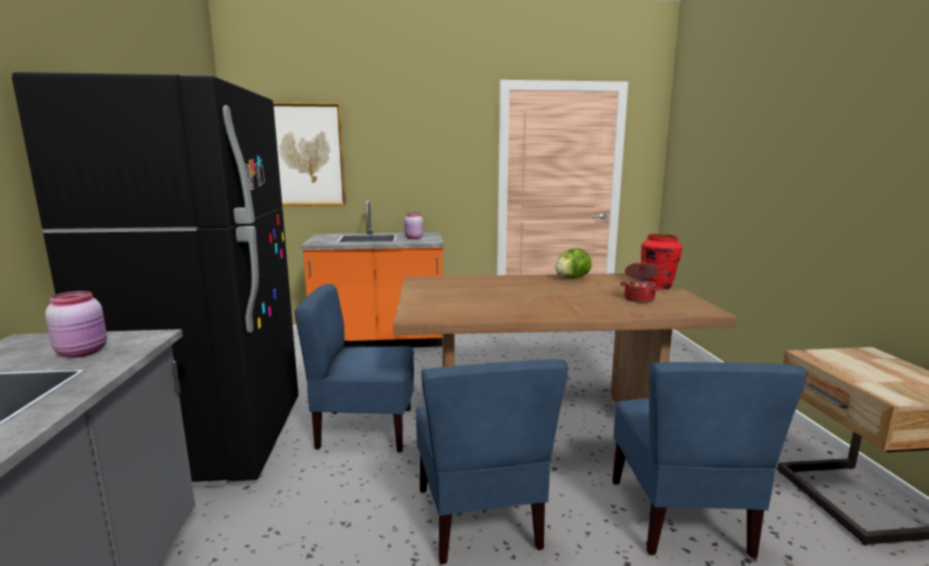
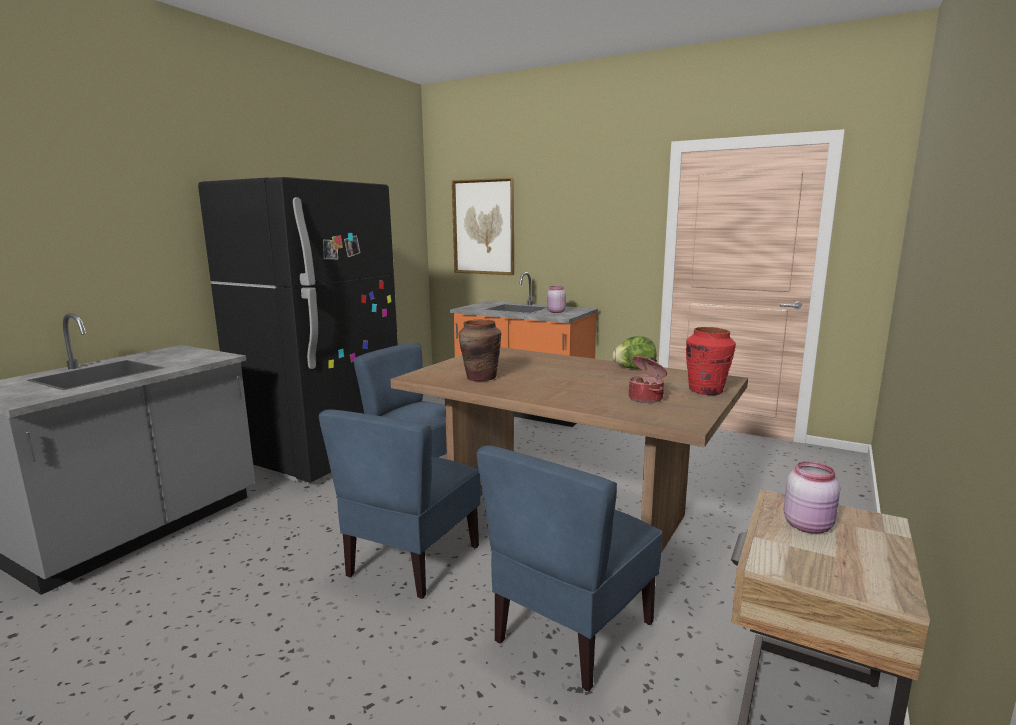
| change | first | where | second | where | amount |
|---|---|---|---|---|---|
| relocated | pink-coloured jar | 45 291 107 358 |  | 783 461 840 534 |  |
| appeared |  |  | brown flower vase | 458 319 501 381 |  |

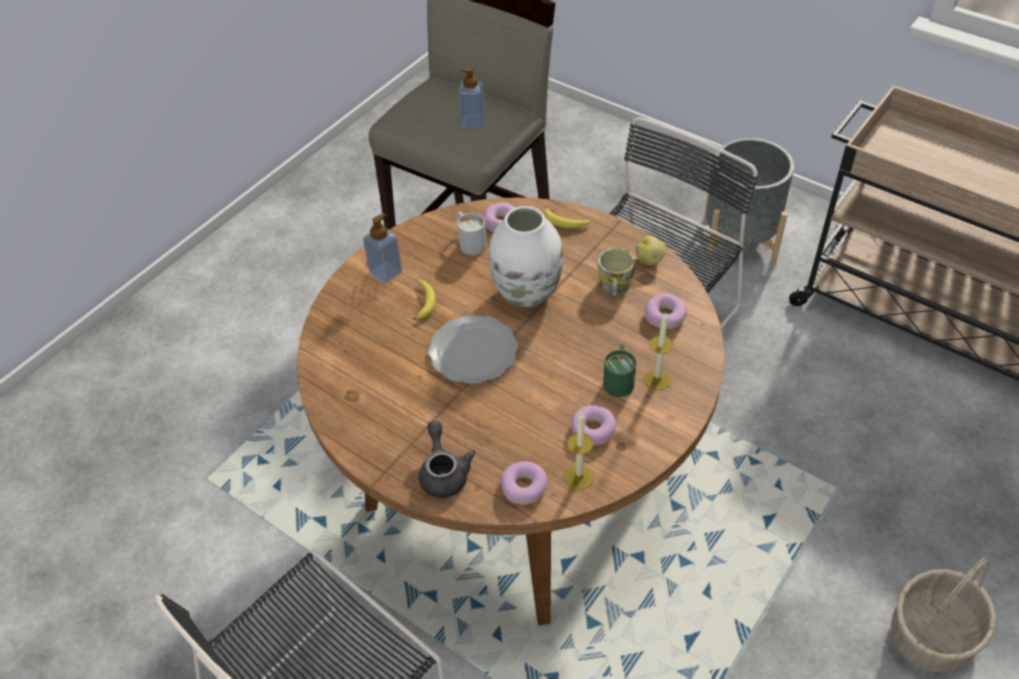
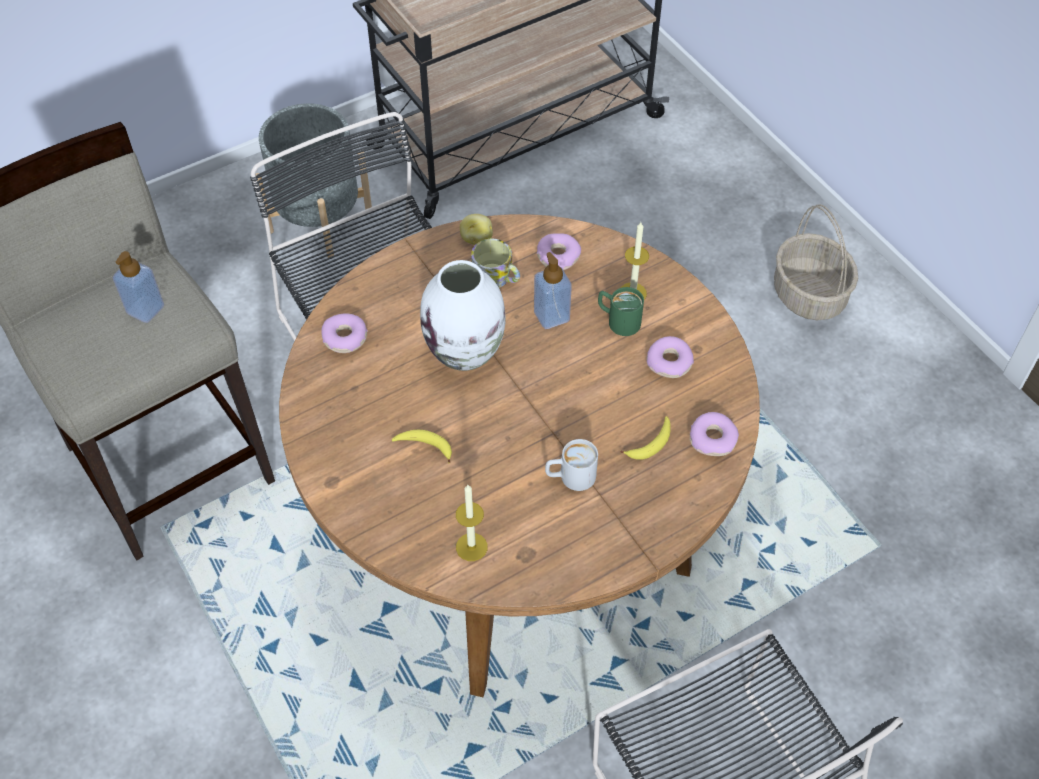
| change | first | where | second | where | amount |
|---|---|---|---|---|---|
| relocated | liquid soap bottle | 363 213 402 284 |  | 534 252 572 329 |  |
| missing | grey teapot | 419 421 476 498 |  |  |  |
| missing | plate | 428 315 518 384 |  |  |  |
| relocated | whitish tea mug | 457 212 487 255 |  | 545 439 598 491 |  |
| relocated | banana | 544 206 591 228 |  | 620 416 671 460 |  |
| relocated | wax light | 565 413 594 490 |  | 456 485 488 561 |  |

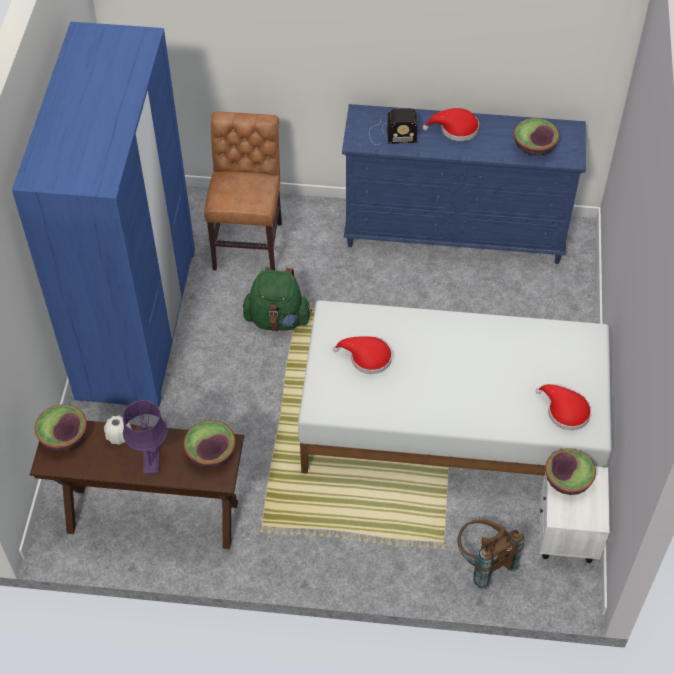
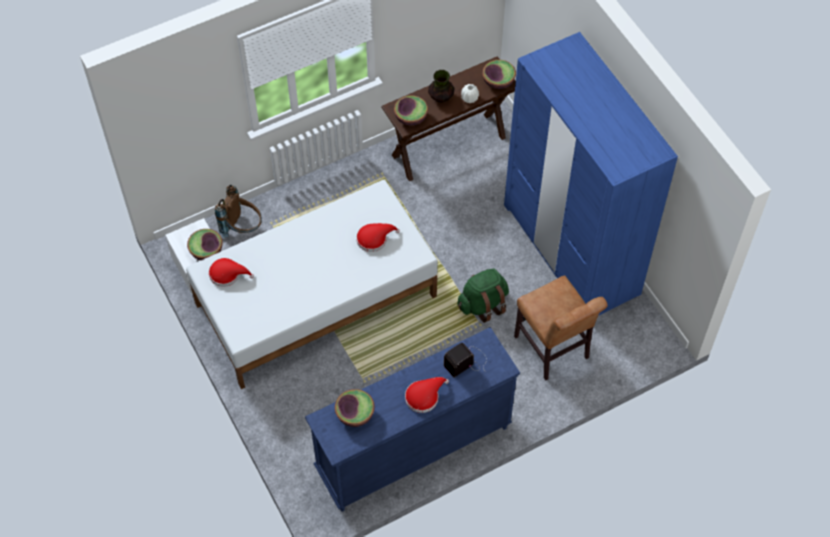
| change | first | where | second | where | amount |
|---|---|---|---|---|---|
| exchanged | purple-coloured tabletop lamp | 122 400 168 474 | flower vase | 428 70 455 103 |  |

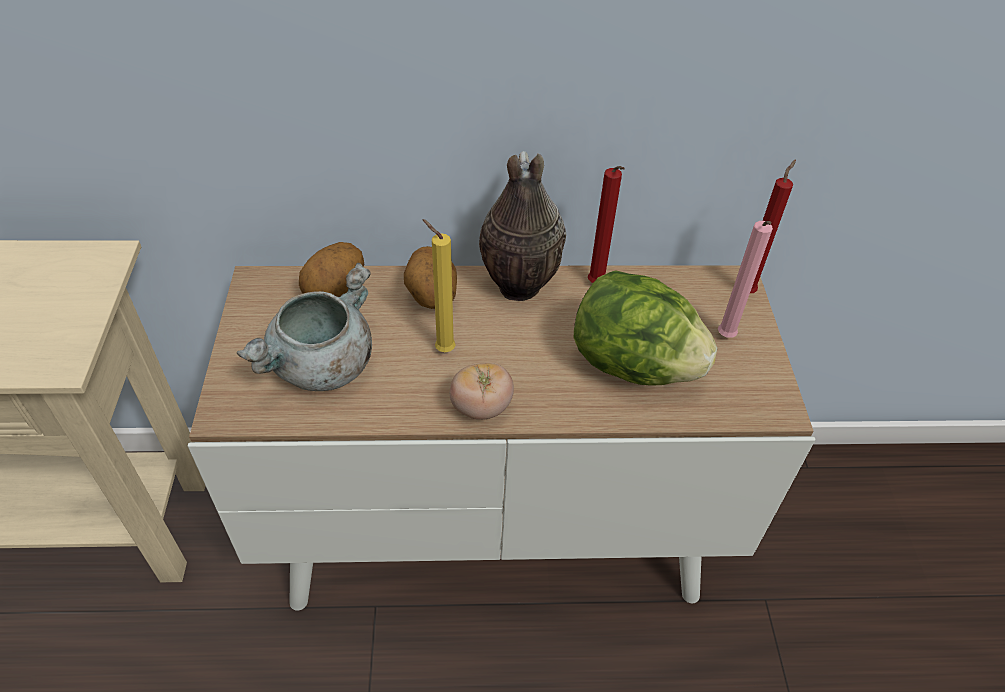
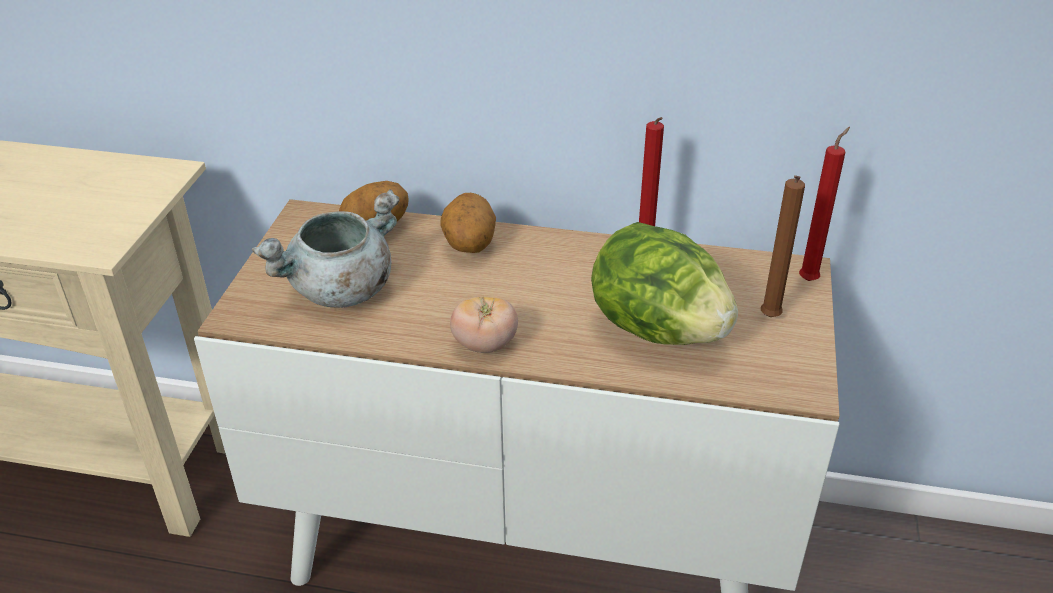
| change | first | where | second | where | amount |
|---|---|---|---|---|---|
| missing | yellow wax light | 422 219 456 352 |  |  |  |
| missing | flower vase | 479 151 566 301 |  |  |  |
| colour | pink-coloured wax light | 718 221 773 338 | brown wax light | 761 175 805 317 |  |

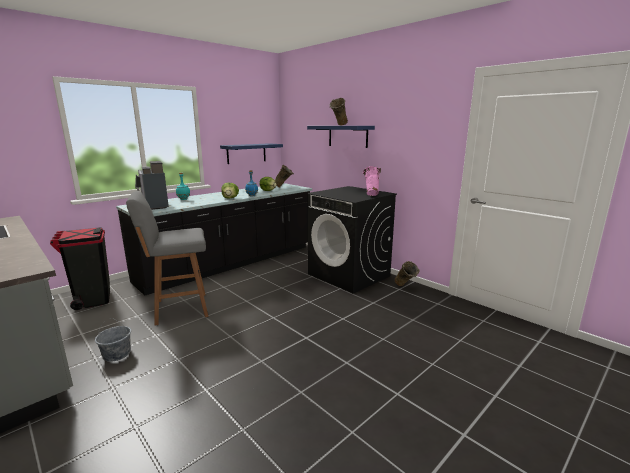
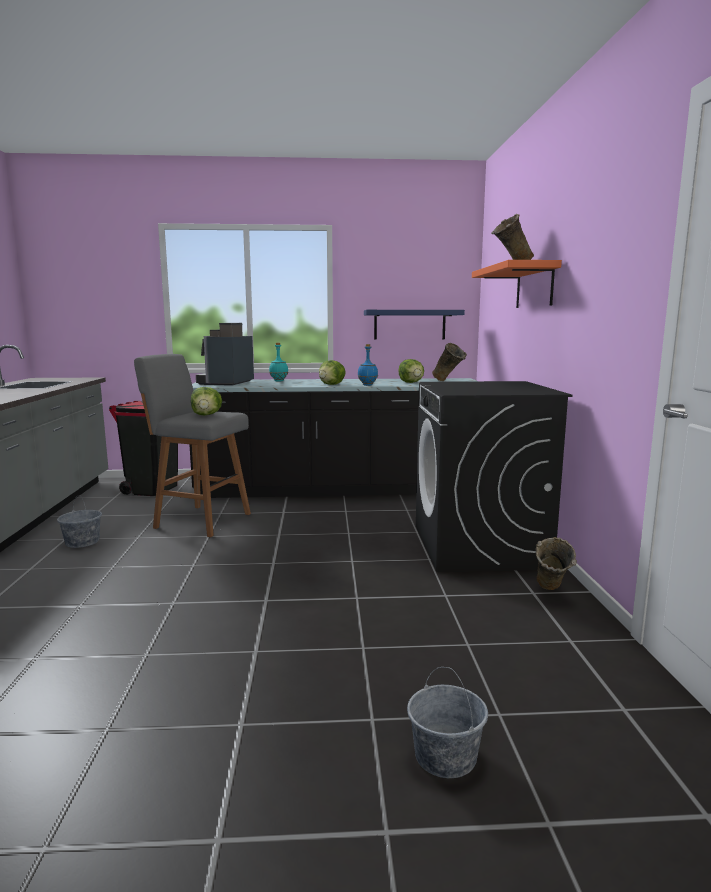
| change | first | where | second | where | amount |
|---|---|---|---|---|---|
| colour | blue-coloured wall shelf | 307 126 375 148 | orange-coloured wall shelf | 472 260 562 308 |  |
| missing | pink-coloured flower vase | 363 166 381 196 |  |  |  |
| appeared |  |  | lettuce head | 191 387 222 415 |  |
| appeared |  |  | grey pail | 407 667 488 778 |  |

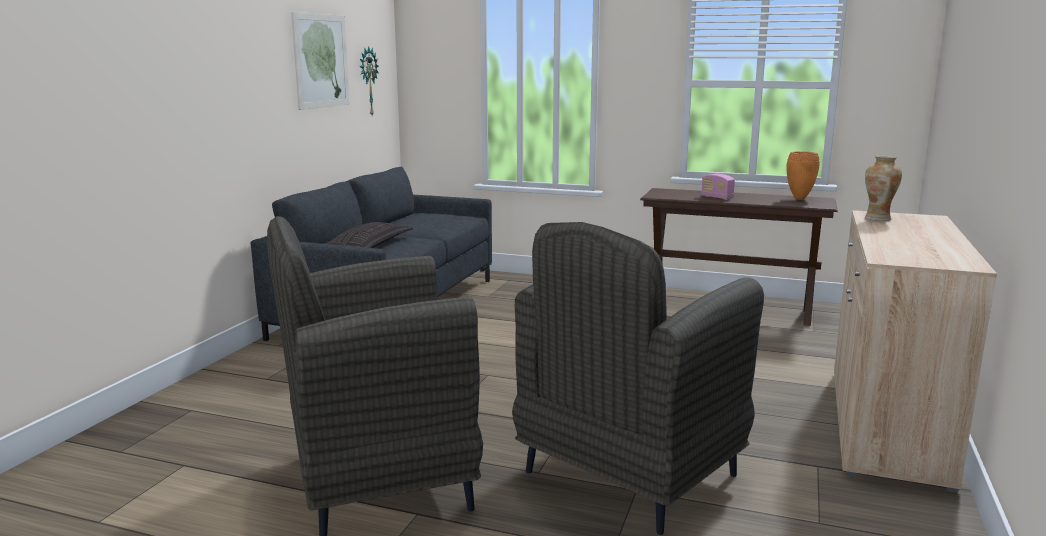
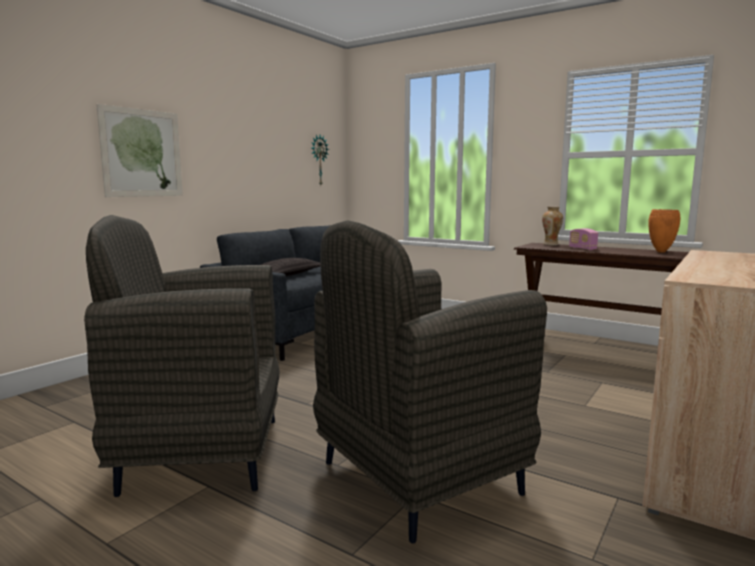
| change | first | where | second | where | amount |
|---|---|---|---|---|---|
| relocated | picture | 291 12 350 110 |  | 96 104 183 197 |  |
| relocated | flower vase | 865 156 902 221 |  | 542 207 563 245 |  |

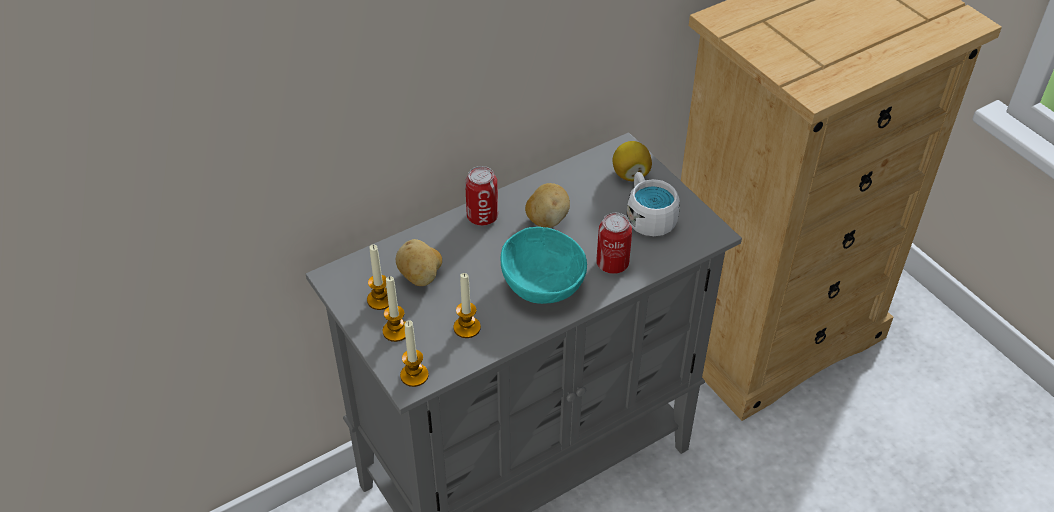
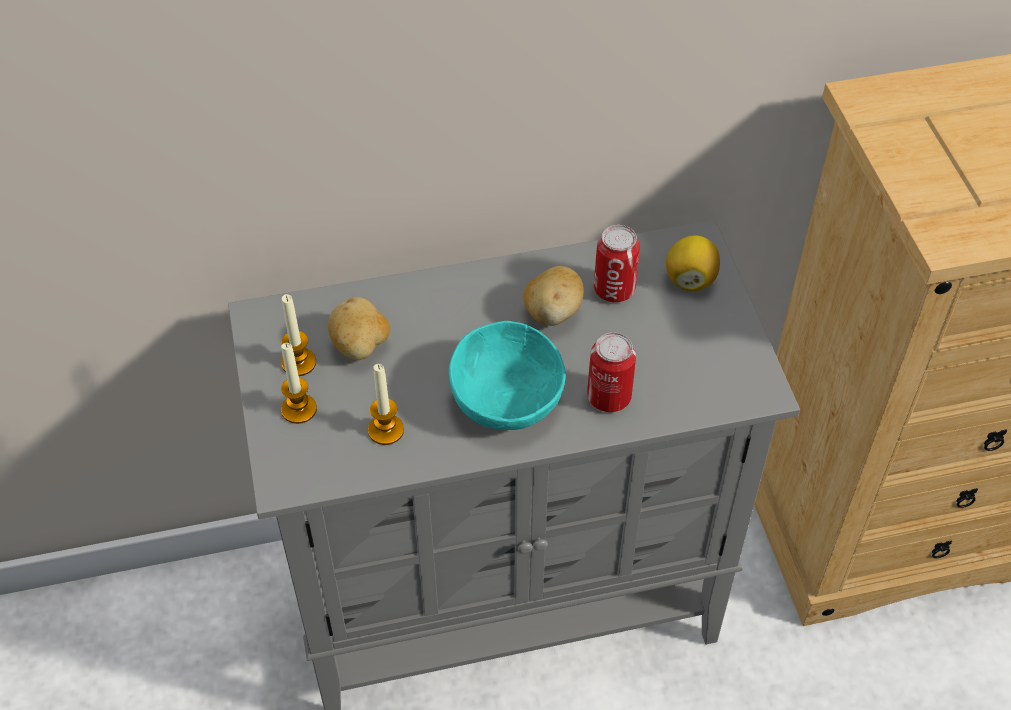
| change | first | where | second | where | amount |
|---|---|---|---|---|---|
| missing | wax light | 400 320 429 387 |  |  |  |
| relocated | can | 465 166 498 226 |  | 594 225 640 302 |  |
| missing | whitish tea mug | 627 172 680 236 |  |  |  |

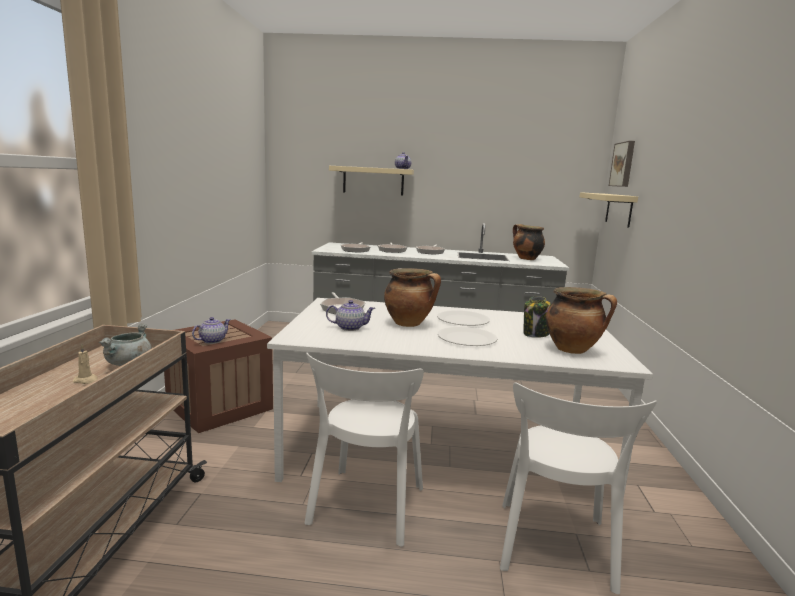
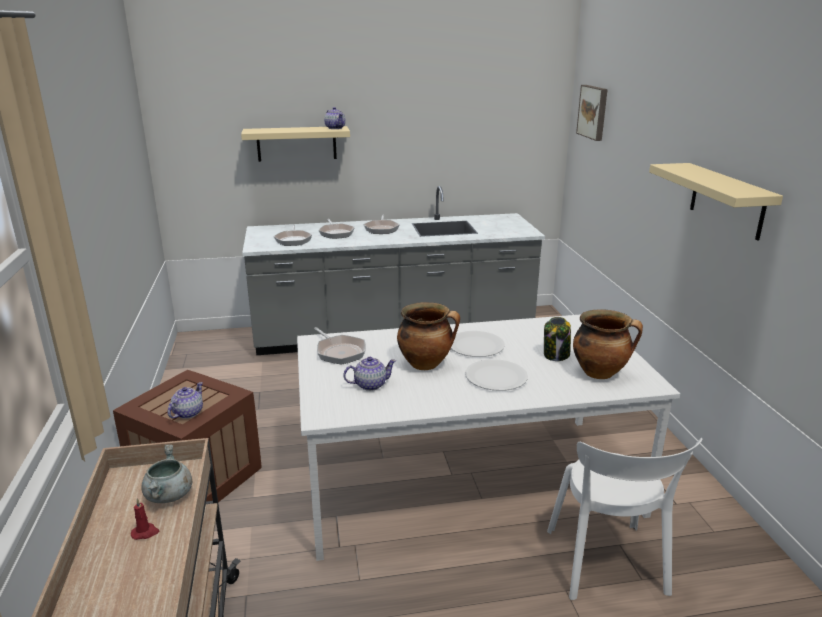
| change | first | where | second | where | amount |
|---|---|---|---|---|---|
| colour | beige wax light | 73 345 98 384 | red-coloured wax light | 131 498 159 540 |  |
| missing | whitish upright chair | 304 353 424 547 |  |  |  |
| missing | cooking pot | 513 224 545 260 |  |  |  |
| relocated | beige wall shelf | 579 192 638 228 |  | 649 163 783 241 |  |

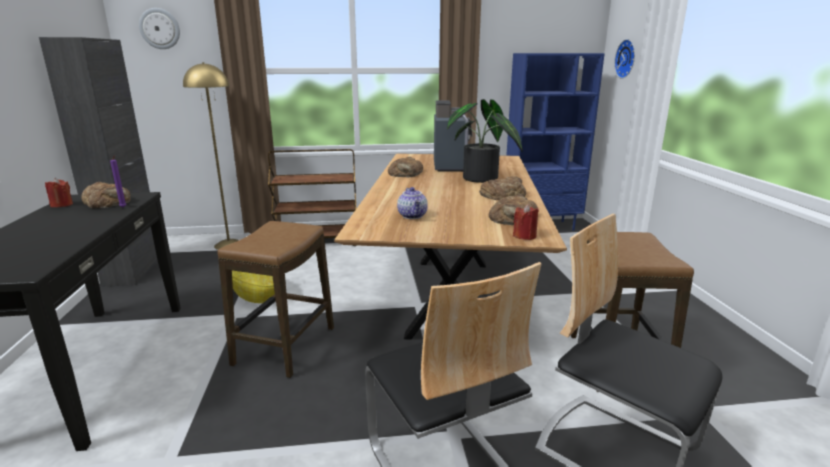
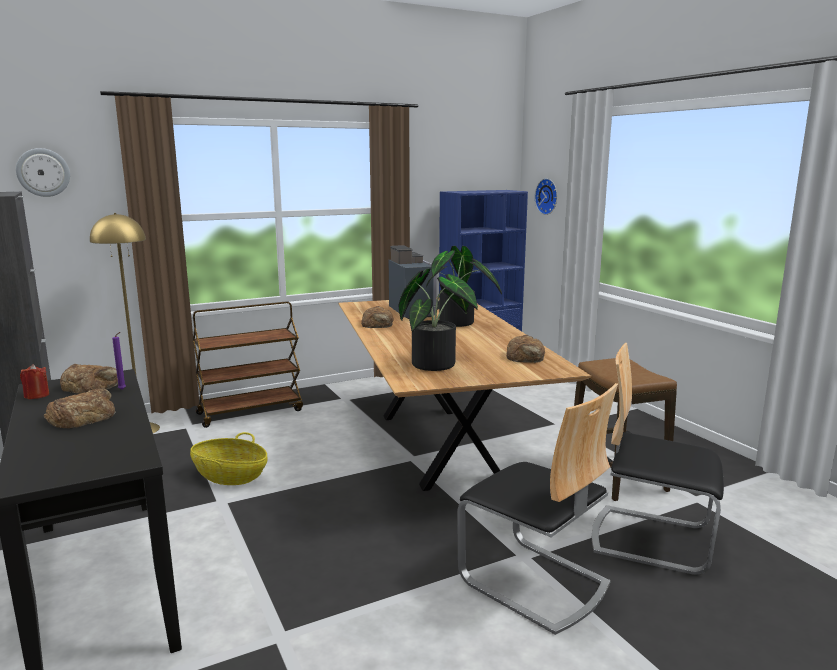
| change | first | where | second | where | amount |
|---|---|---|---|---|---|
| missing | stool | 217 221 334 378 |  |  |  |
| exchanged | teapot | 397 187 428 219 | plant in a pot | 398 268 478 371 |  |
| relocated | baked bread | 479 177 526 200 |  | 44 388 116 428 |  |
| missing | red-coloured wax light | 513 204 539 240 |  |  |  |

